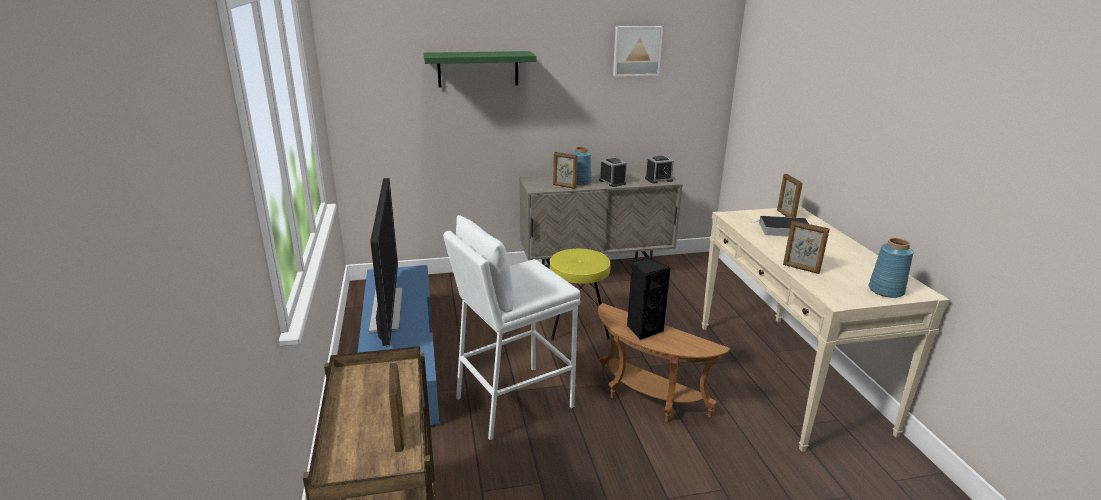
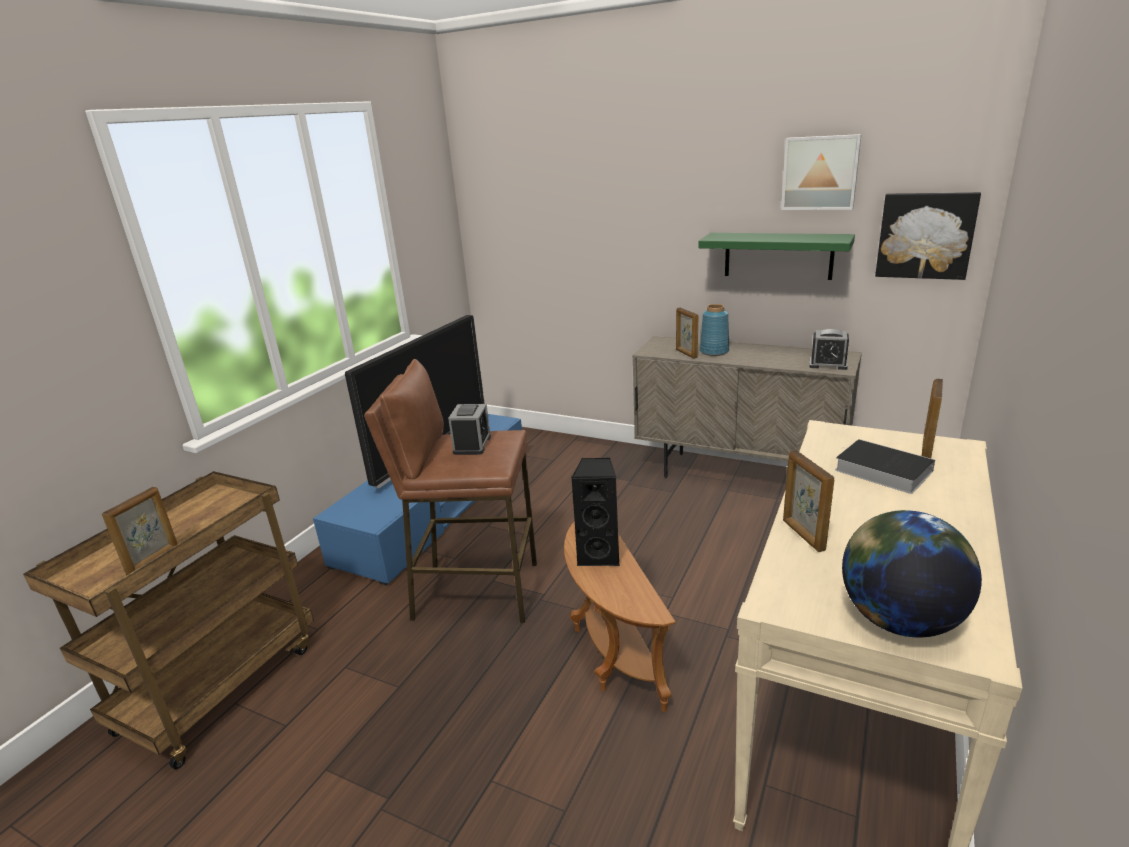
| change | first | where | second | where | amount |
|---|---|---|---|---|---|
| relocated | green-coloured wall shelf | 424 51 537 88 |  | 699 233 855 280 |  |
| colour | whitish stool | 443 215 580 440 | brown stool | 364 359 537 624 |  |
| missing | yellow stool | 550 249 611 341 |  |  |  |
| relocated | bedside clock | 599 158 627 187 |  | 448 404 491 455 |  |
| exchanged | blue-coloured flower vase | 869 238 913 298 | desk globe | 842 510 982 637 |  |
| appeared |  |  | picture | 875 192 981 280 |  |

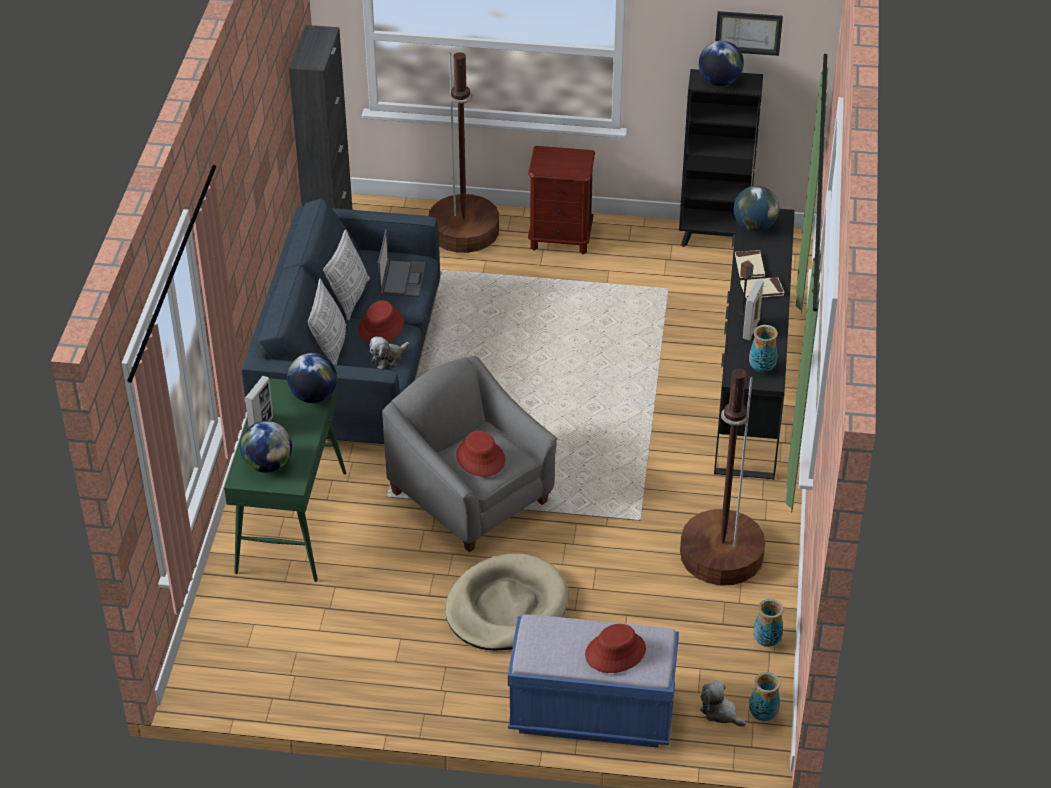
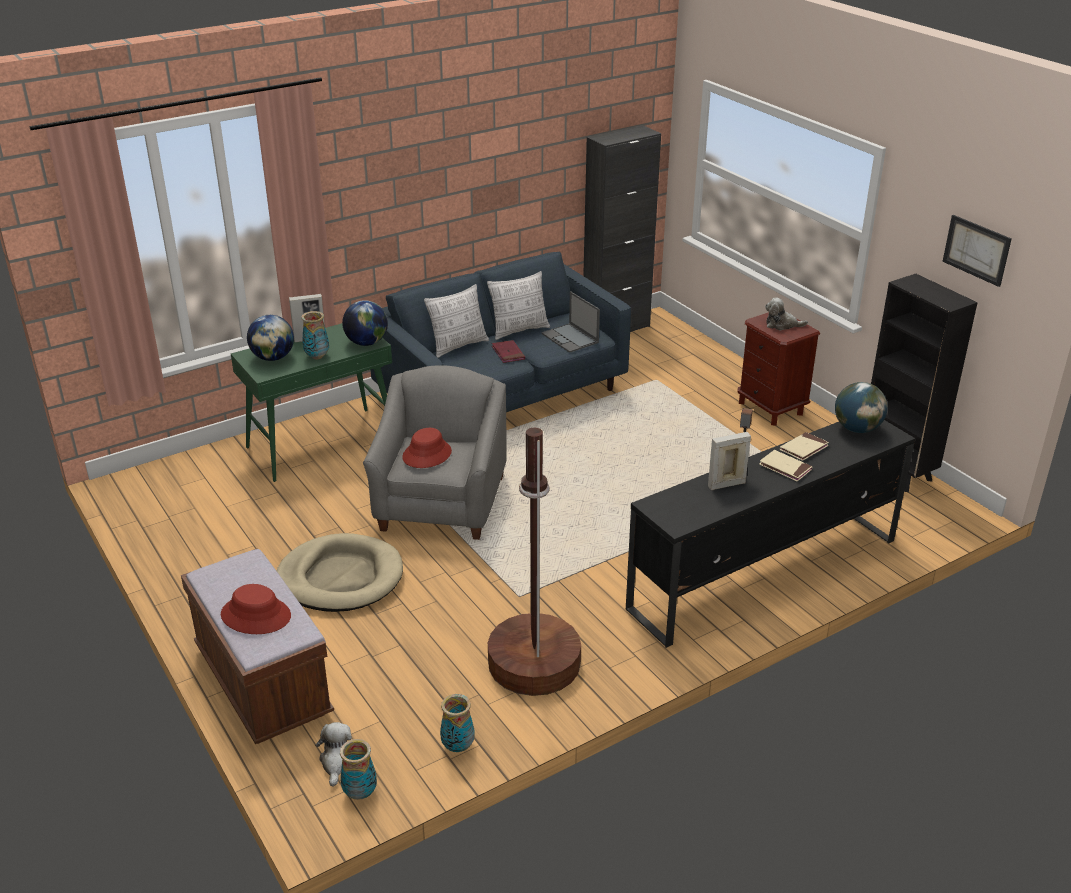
| change | first | where | second | where | amount |
|---|---|---|---|---|---|
| exchanged | red-coloured clothing hat | 358 301 404 344 | red-coloured book | 492 340 525 363 |  |
| relocated | cuddly toy | 370 336 410 369 |  | 765 297 808 330 |  |
| spun | portable computer | 378 229 426 297 |  | 541 291 600 353 | 90 degrees clockwise |
| missing | brown floor lamp | 429 52 499 253 |  |  |  |
| colour | blue-coloured long seat | 508 614 679 748 | brown long seat | 181 549 334 744 |  |
| missing | desk globe | 699 41 744 86 |  |  |  |
| relocated | flower vase | 749 325 778 373 |  | 301 311 329 359 |  |

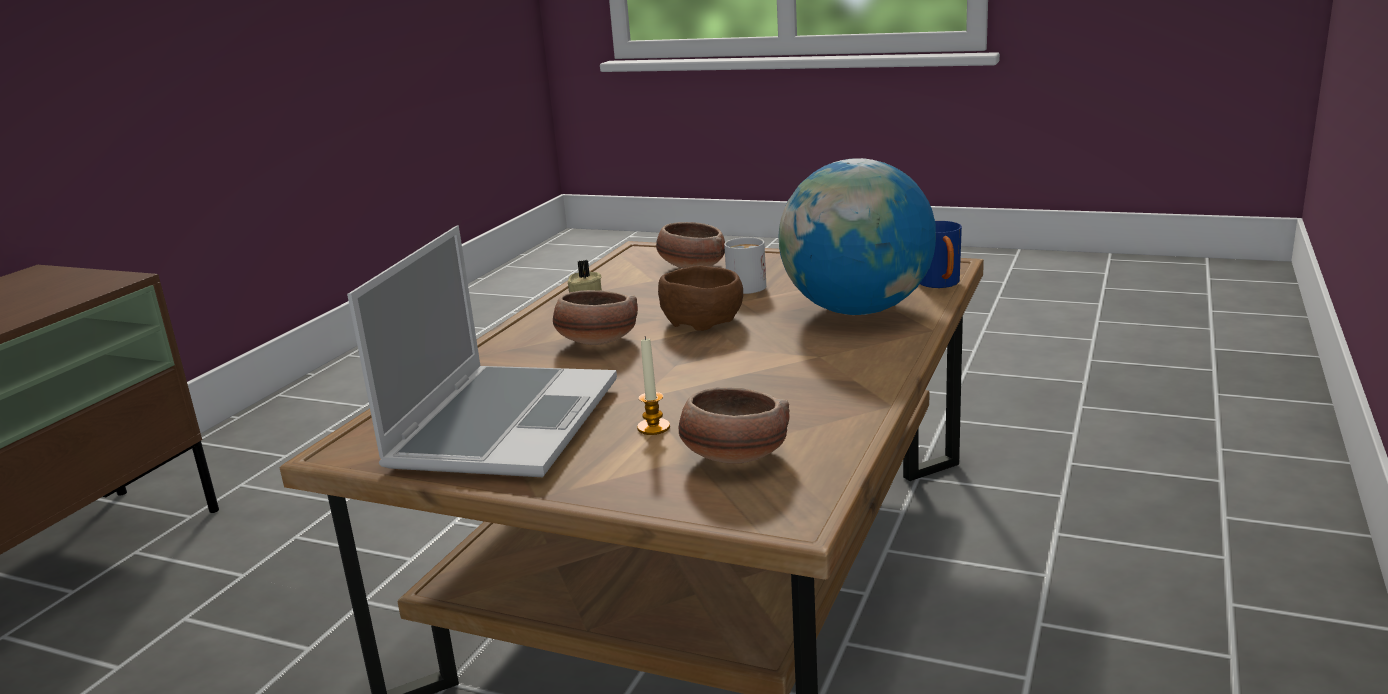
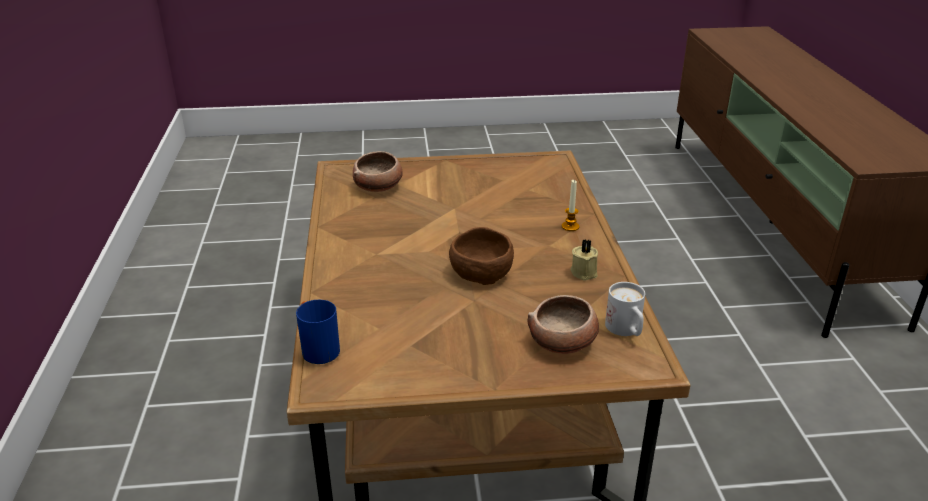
| change | first | where | second | where | amount |
|---|---|---|---|---|---|
| missing | portable computer | 347 225 617 477 |  |  |  |
| missing | serving bowl | 553 290 638 345 |  |  |  |
| relocated | wax light | 637 336 670 435 |  | 562 180 579 231 |  |
| relocated | whitish tea mug | 724 237 766 294 |  | 605 282 645 336 |  |
| missing | desk globe | 778 158 936 315 |  |  |  |

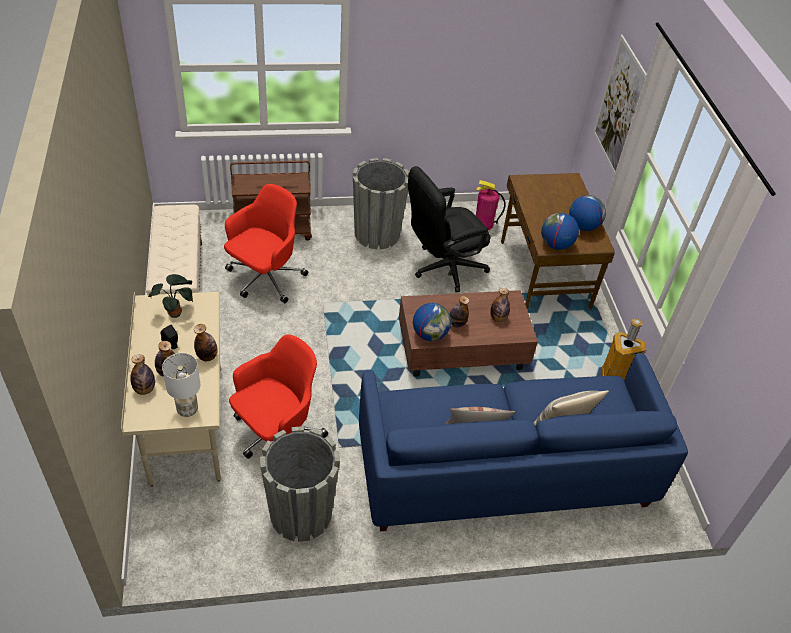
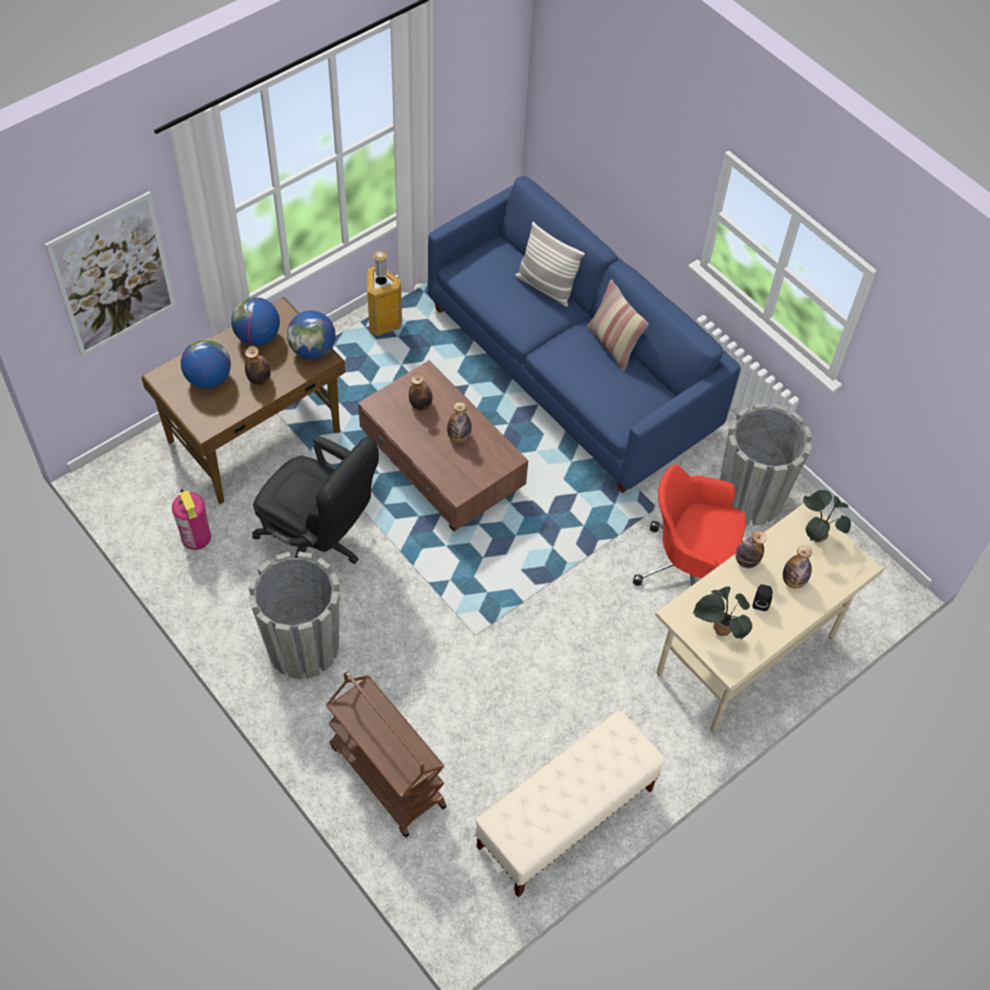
| change | first | where | second | where | amount |
|---|---|---|---|---|---|
| relocated | beverage bottle | 130 354 155 395 |  | 245 346 271 385 |  |
| exchanged | whitish tabletop lamp | 162 353 200 417 | plant in a pot | 803 490 851 542 |  |
| missing | red-coloured desk chair | 224 184 308 303 |  |  |  |
| relocated | desk globe | 413 303 451 341 |  | 181 339 231 389 |  |

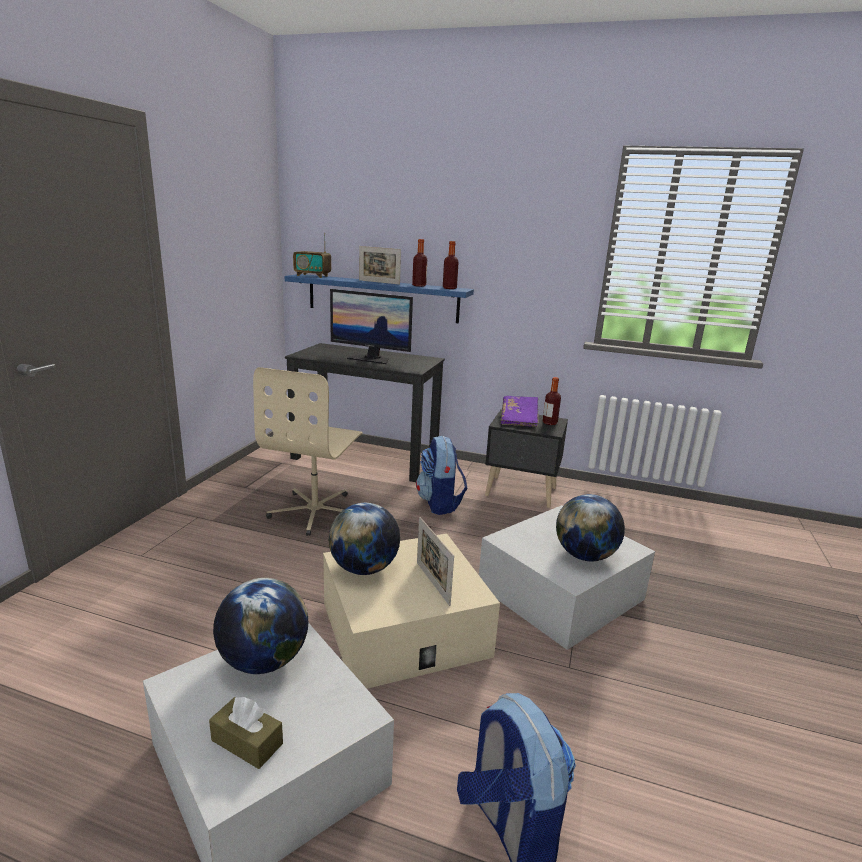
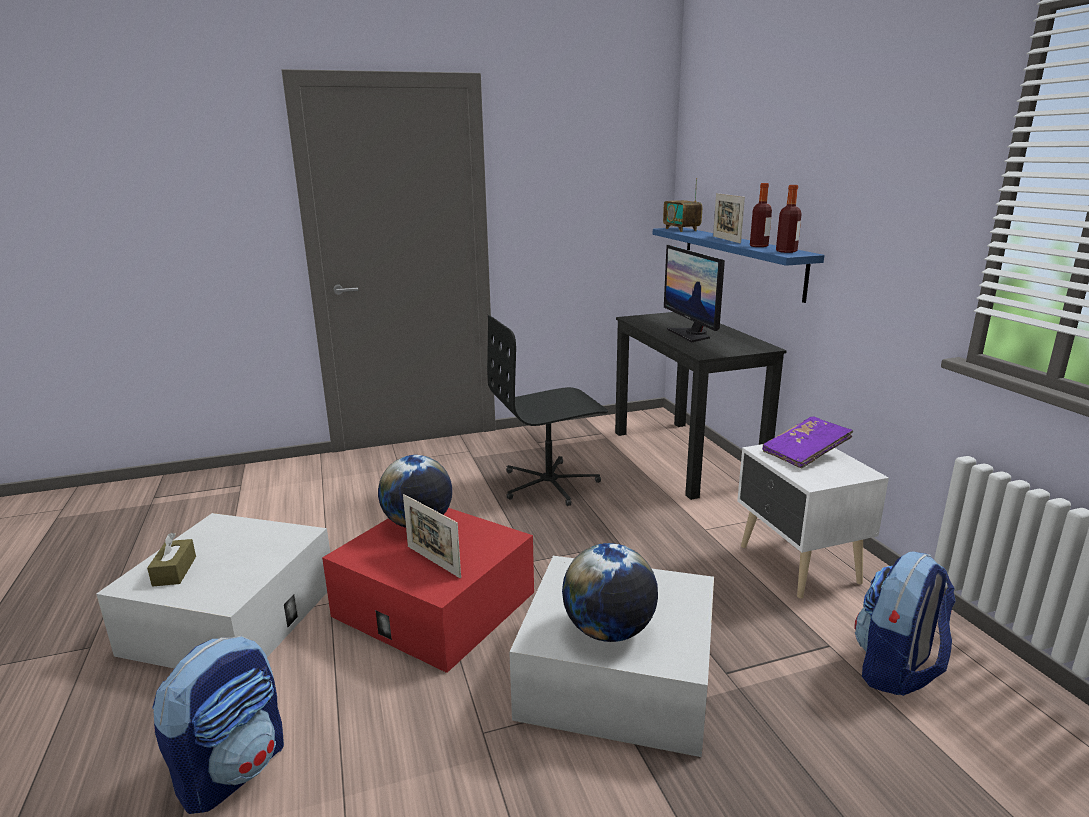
| change | first | where | second | where | amount |
|---|---|---|---|---|---|
| missing | desk globe | 213 578 309 674 |  |  |  |
| colour | beige desk chair | 253 367 363 536 | black-coloured desk chair | 487 315 608 506 |  |
| colour | beige storage bin | 323 534 500 689 | red-coloured storage bin | 322 508 534 673 |  |
| relocated | backpack | 416 435 467 515 |  | 854 551 956 696 |  |
| spun | photo frame | 417 517 454 606 |  | 403 494 461 578 | 75 degrees counterclockwise |
| colour | black-coloured night table | 485 409 568 508 | whitish night table | 737 444 889 599 |  |
| missing | beverage bottle | 543 377 561 425 |  |  |  |

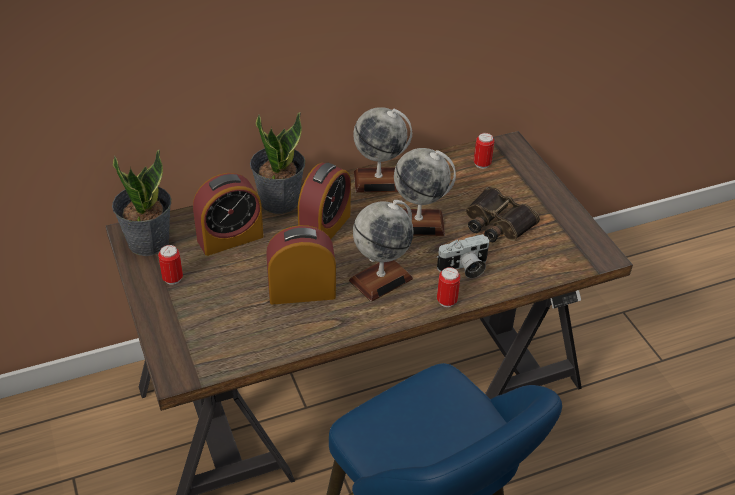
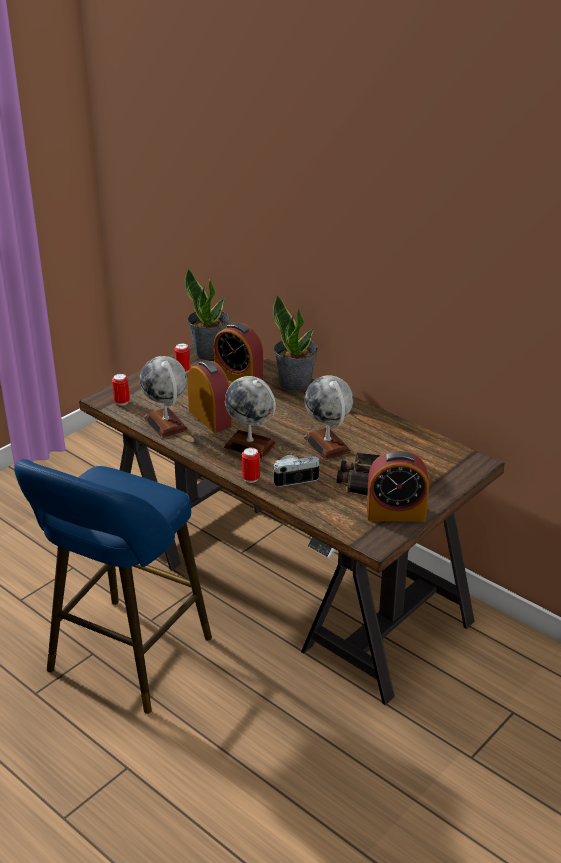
| change | first | where | second | where | amount |
|---|---|---|---|---|---|
| relocated | bedside clock | 298 163 351 239 |  | 367 450 429 522 |  |
| relocated | desk globe | 353 107 412 193 |  | 140 356 188 438 |  |
| spun | photo camera | 437 234 489 278 |  | 272 455 321 487 | 120 degrees clockwise |
| relocated | can | 474 133 494 169 |  | 112 373 130 406 |  |

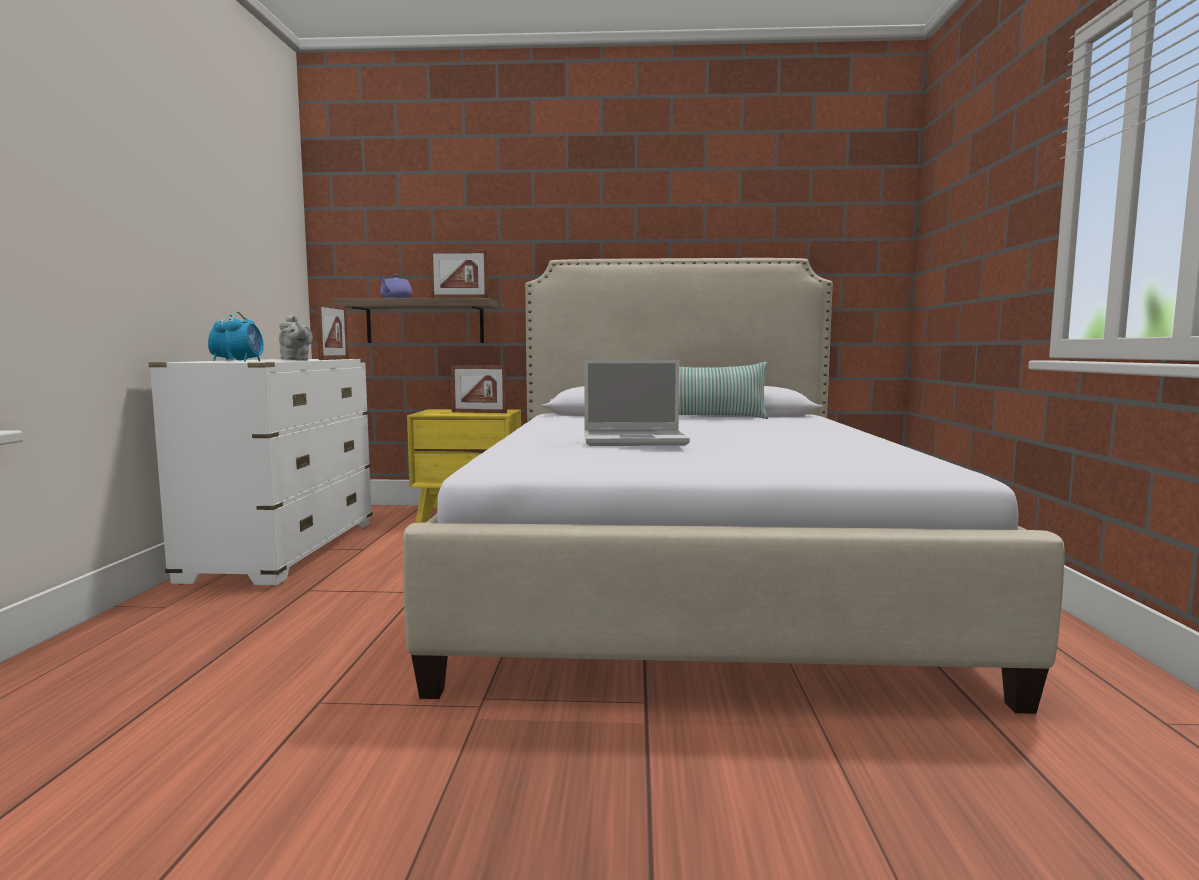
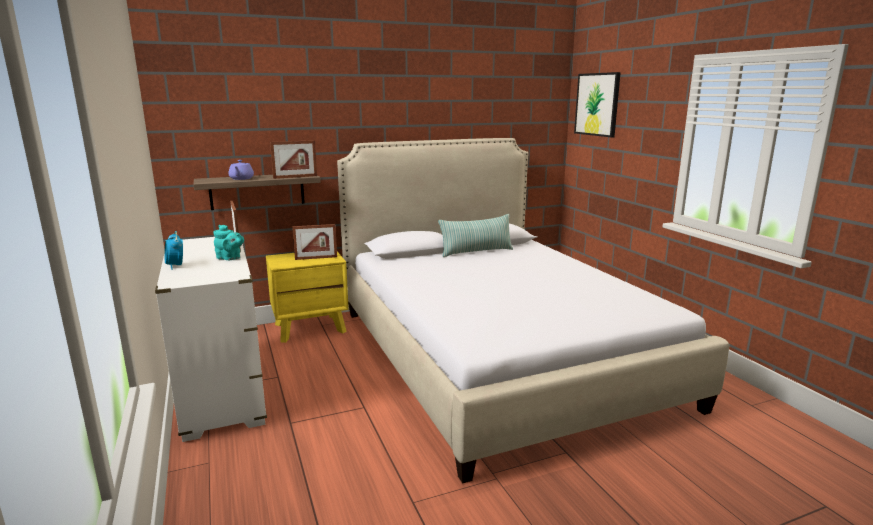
| change | first | where | second | where | amount |
|---|---|---|---|---|---|
| missing | bedside clock | 225 311 264 362 |  |  |  |
| colour | grey teapot | 279 315 313 360 | blue-green teapot | 213 225 244 260 |  |
| missing | portable computer | 584 360 690 446 |  |  |  |
| appeared |  |  | picture | 574 72 621 137 |  |

